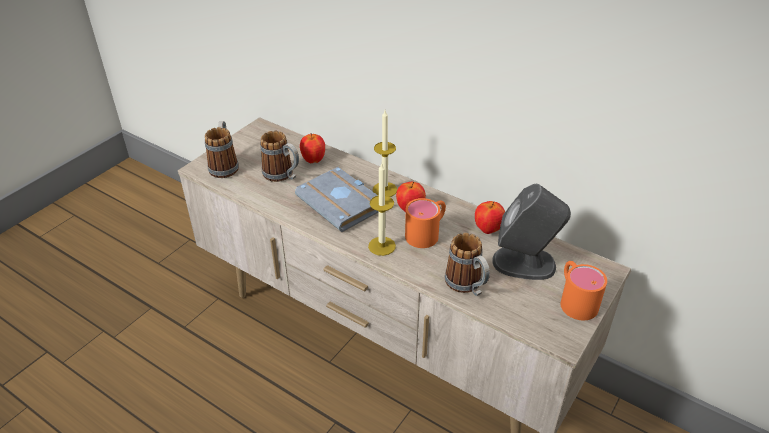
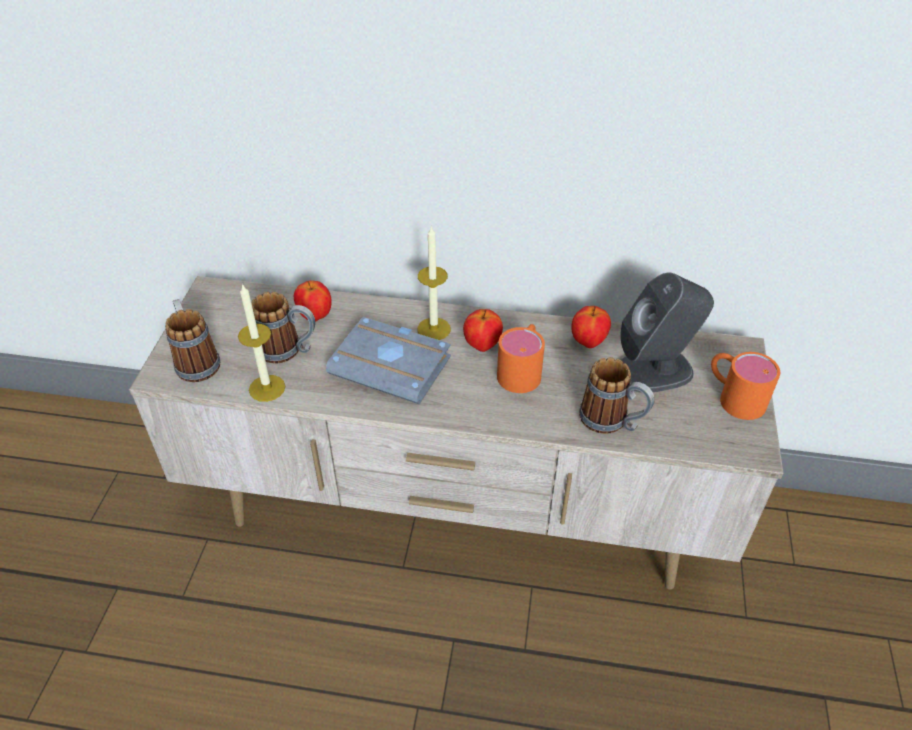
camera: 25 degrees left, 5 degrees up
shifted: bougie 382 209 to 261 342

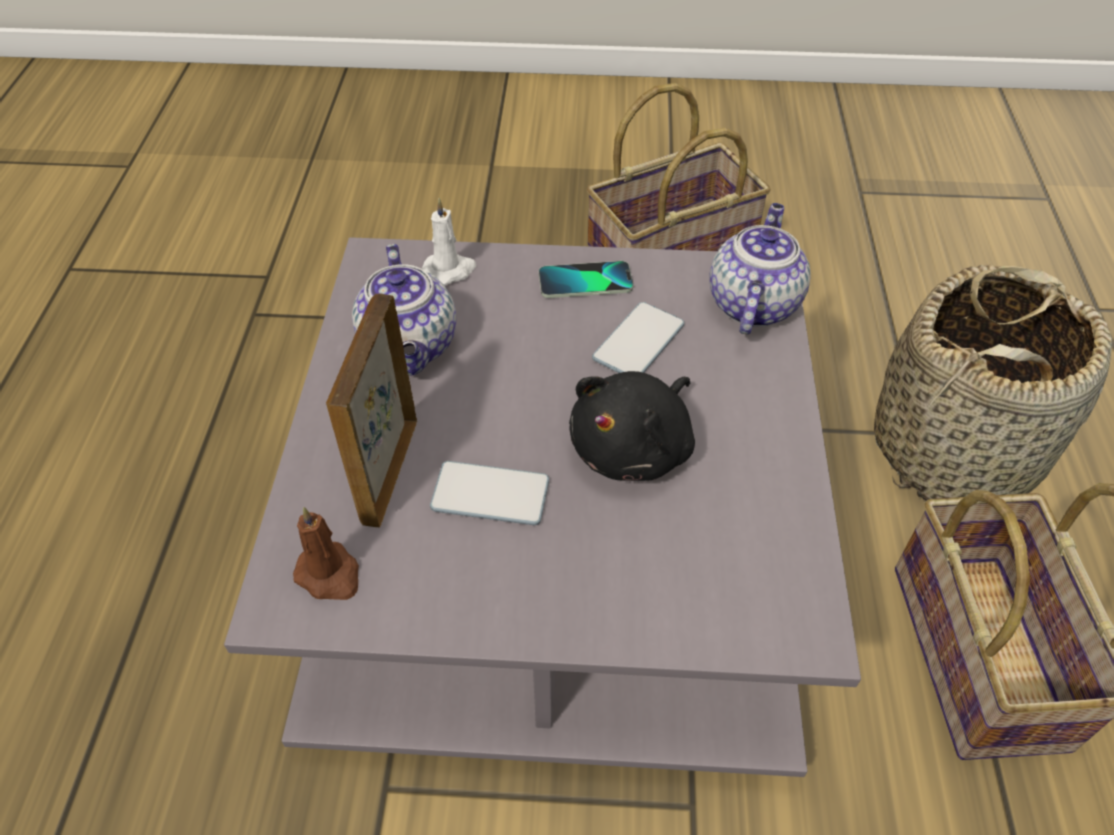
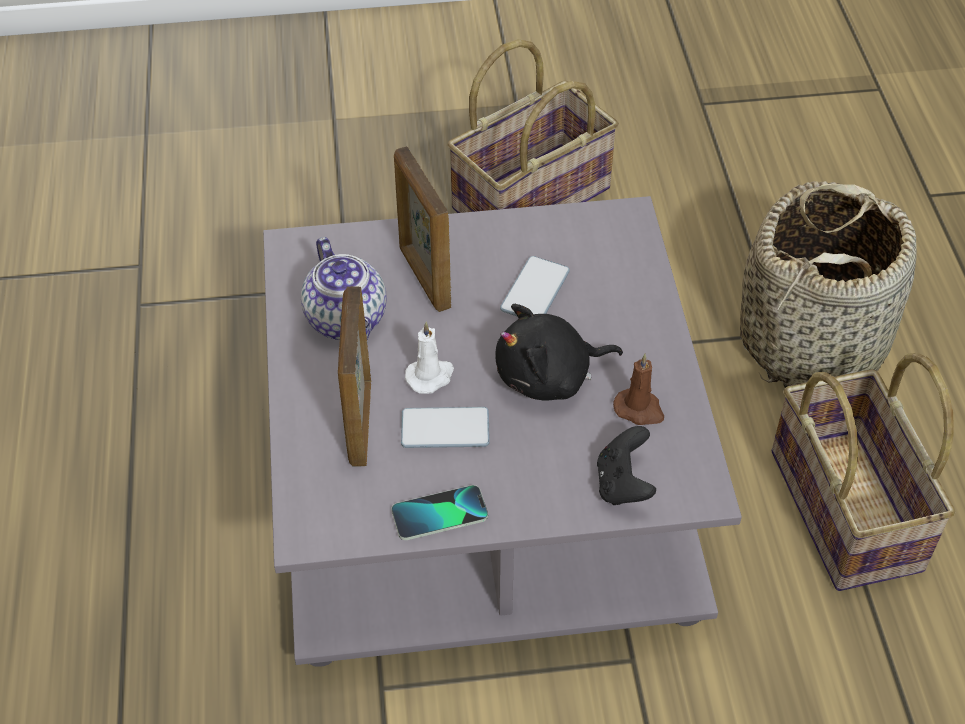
camera: 10 degrees left, 0 degrees up
gone: théière 760 268
new: cadre photo 422 229; manette (noir) 626 465
shifted: bougie (blanc) 449 242 to 429 357; téléphone 586 279 to 439 512; bougie (marron) 326 553 to 638 389
rotated: peluche (noir) 632 426 = 559 352 45 degrees clockwise

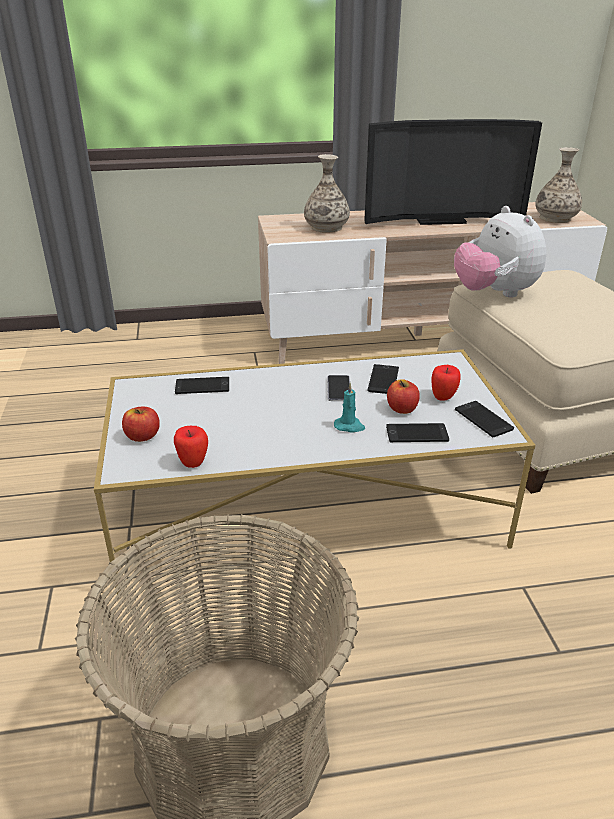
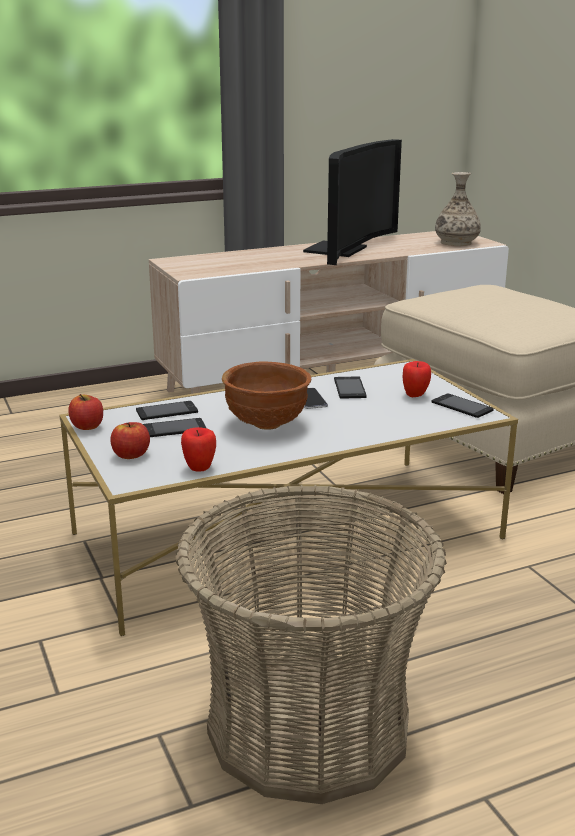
camera: 15 degrees left, 10 degrees down
gone: vase 327 193; peluche 500 252; bougie (turquoise) 349 407
new: bol (marron) 266 396
shifted: pomme 403 396 to 85 412; téléphone 417 432 to 174 427
rotated: téléviseur 453 172 = 352 202 45 degrees counterclockwise

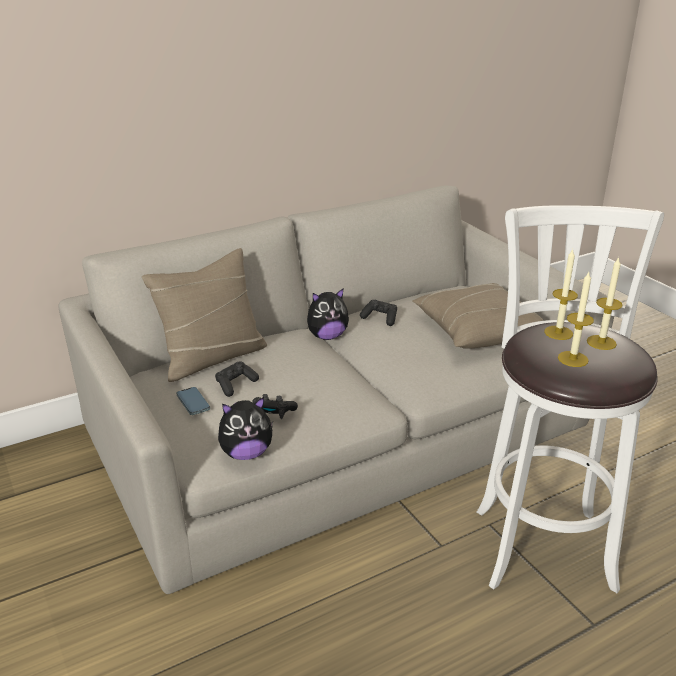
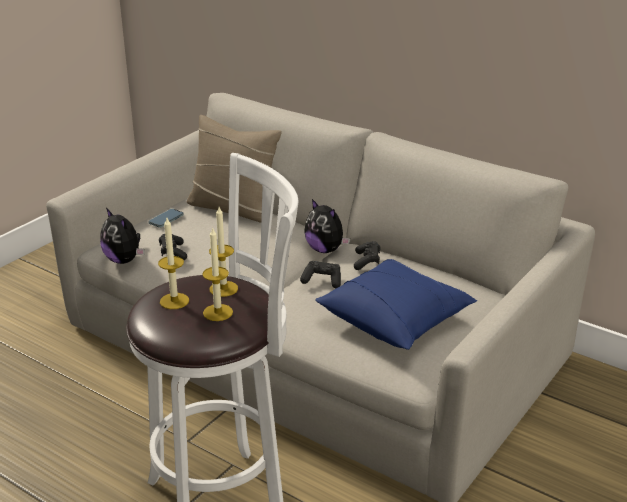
camera: 65 degrees right, 0 degrees up
shifted: manette (noir) 237 379 to 320 274
repainted: coussin (beige) 477 316 to coussin (bleu) 396 304

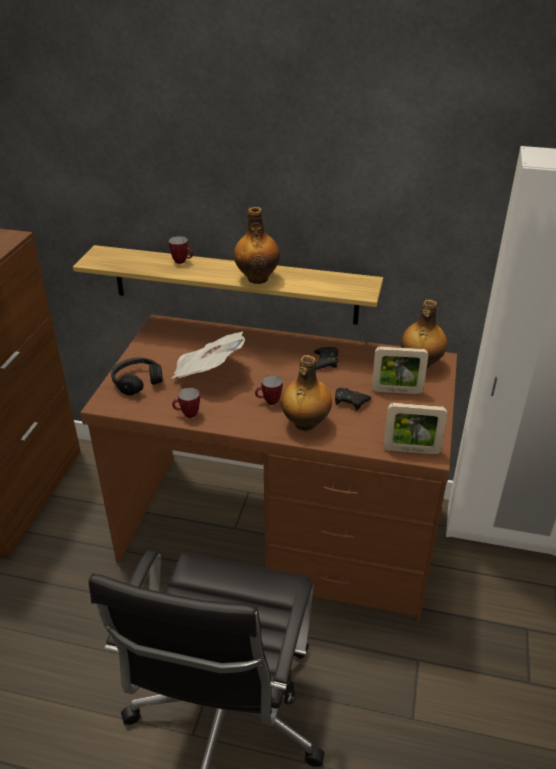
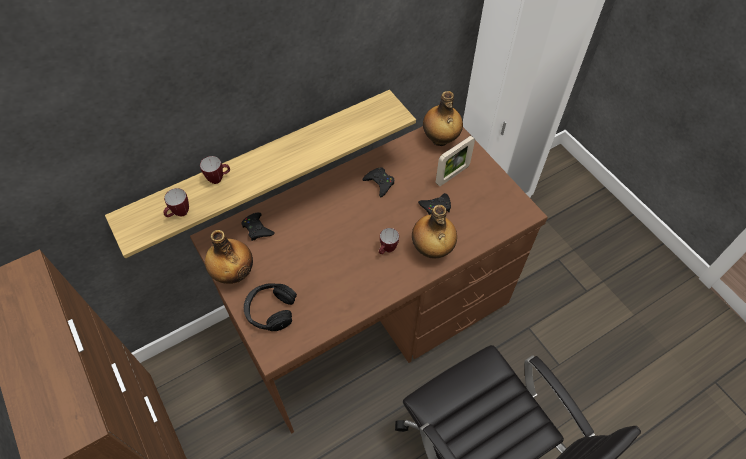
camera: 45 degrees left, 20 degrees up
gone: journal 208 355; cadre photo 415 428
new: manette (noir) 258 226
shifted: bouteille 257 245 to 229 257; mug 186 403 to 176 202

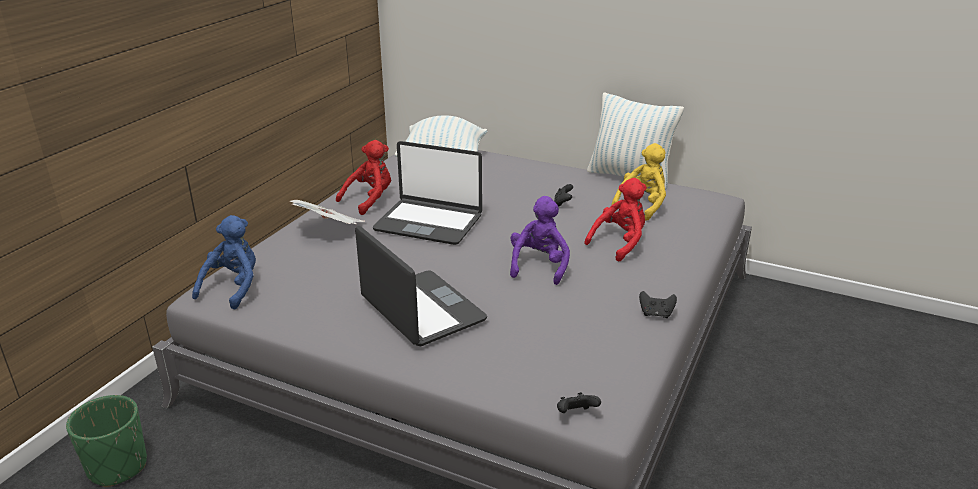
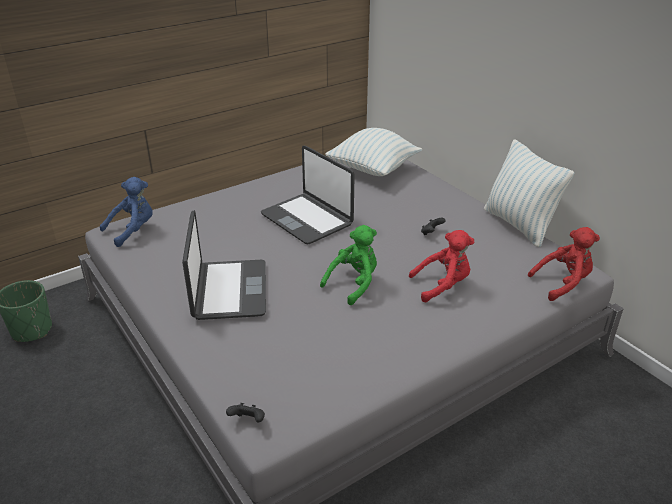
camera: 30 degrees right, 5 degrees up
gone: peluche (jaune) 639 182; journal 327 212; manette (noir) 658 304
shifted: peluche (rouge) 363 177 to 564 264
repainted: peluche (violet) 540 240 to peluche (vert) 348 265

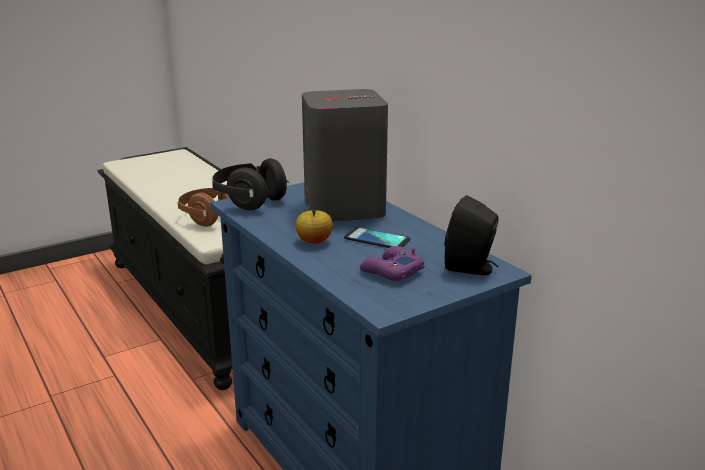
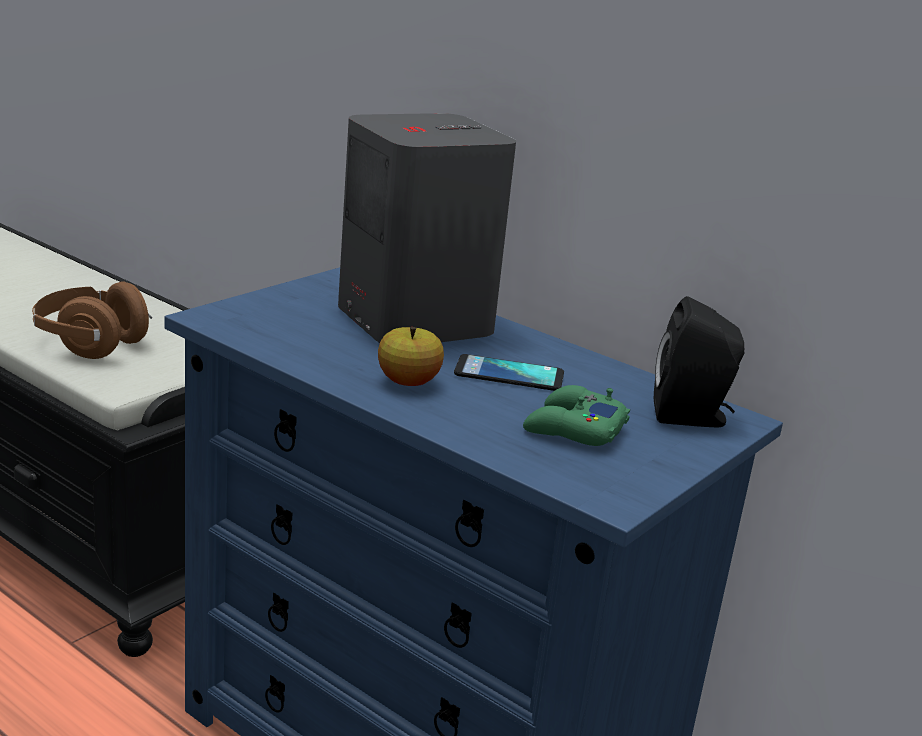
camera: 20 degrees left, 0 degrees up
gone: casque audio (noir) 250 184
repainted: manette (violet) 392 263 to manette (vert) 576 415

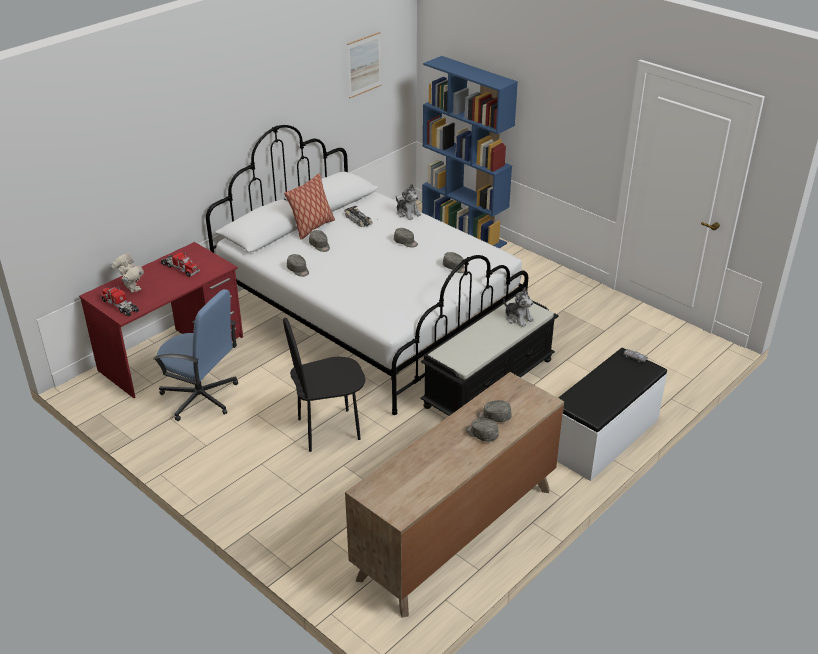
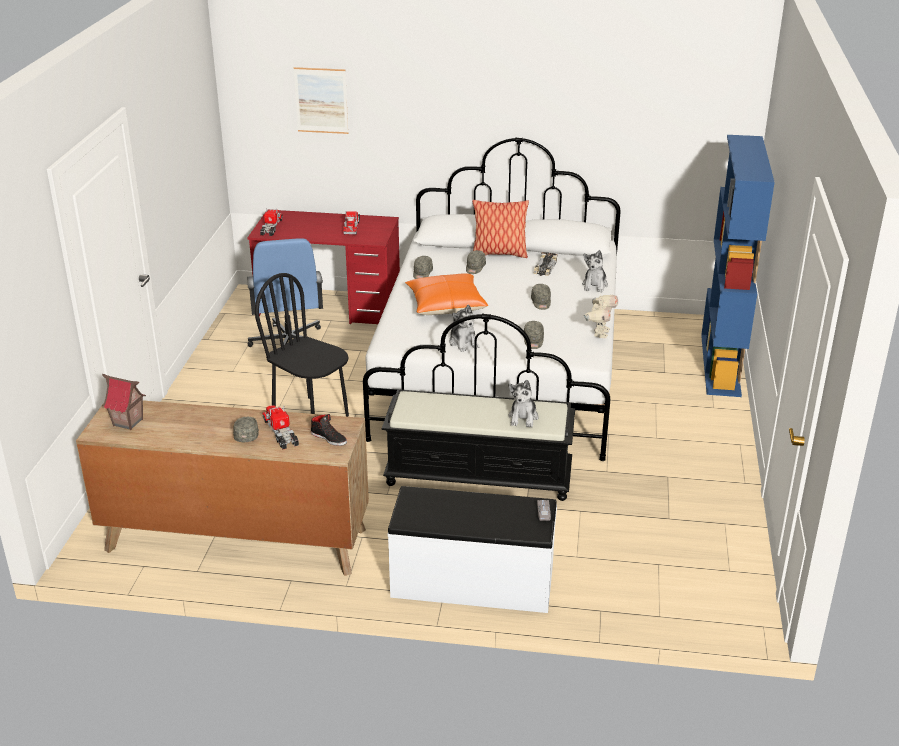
camera: 55 degrees right, 5 degrees down
new: coussin (orange) 446 294; peluche 464 328; maison miniature 124 402; chaussure (noir) 329 430
shifted: tableau 364 65 to 321 100; robot jouet 127 272 to 601 316
swapped: casquette (gris) 494 411 to camion jouet 280 427

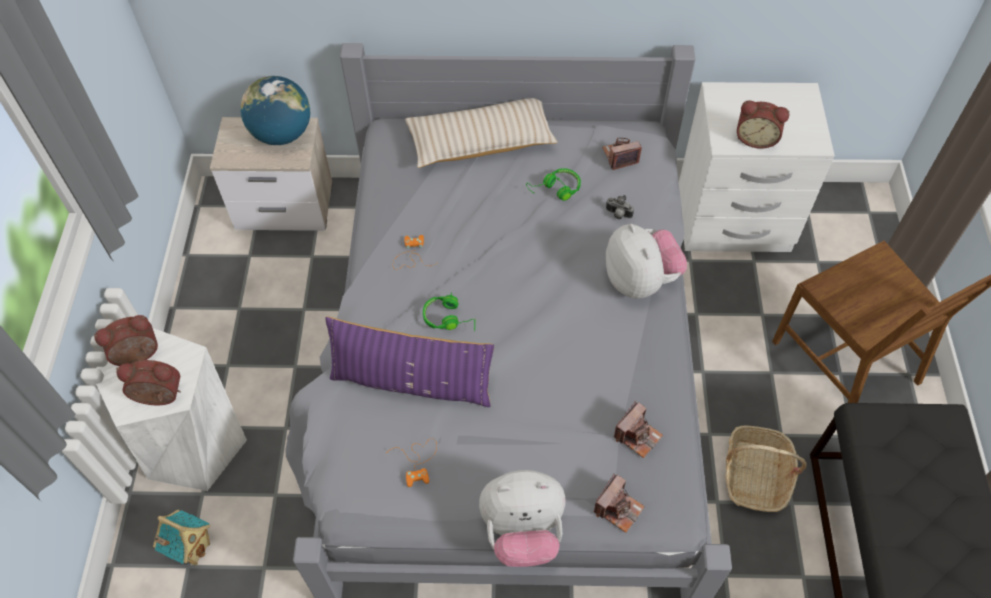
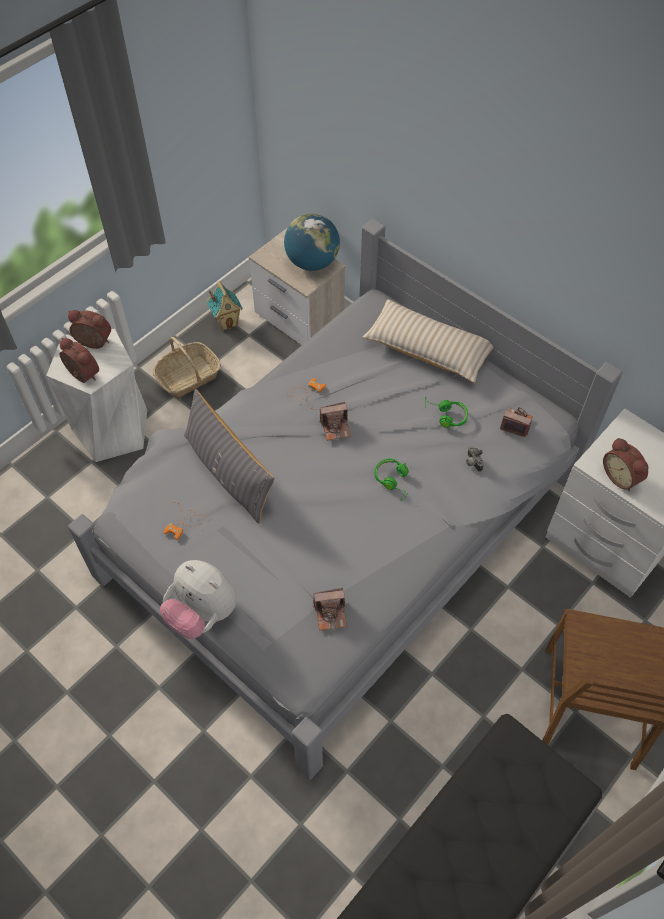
camera: 40 degrees right, 0 degrees up
gone: peluche 646 261
shifted: casque audio (vert) 449 312 to 391 480; panier 766 469 to 187 367; appareil photo 619 503 to 335 421; maison miniature 181 537 to 225 306
repainted: coussin (violet) 409 362 to coussin (gris) 229 456

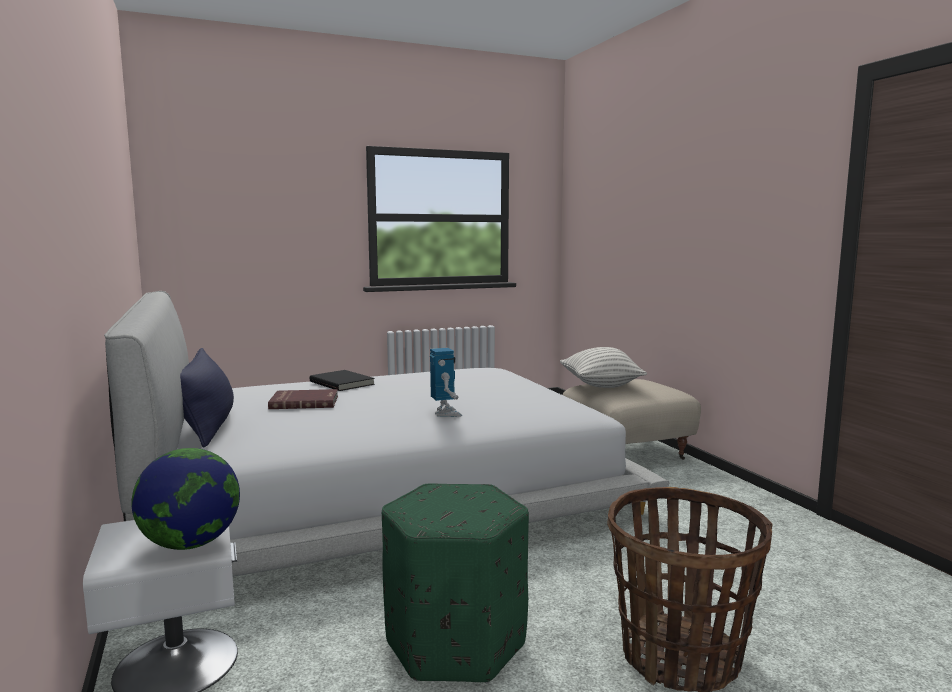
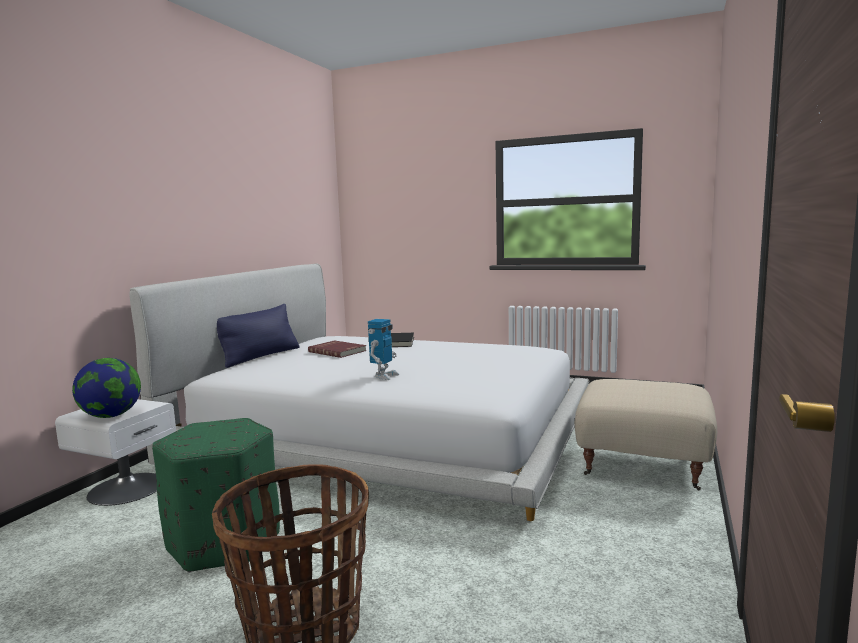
camera: 45 degrees right, 0 degrees up
gone: coussin 603 367

